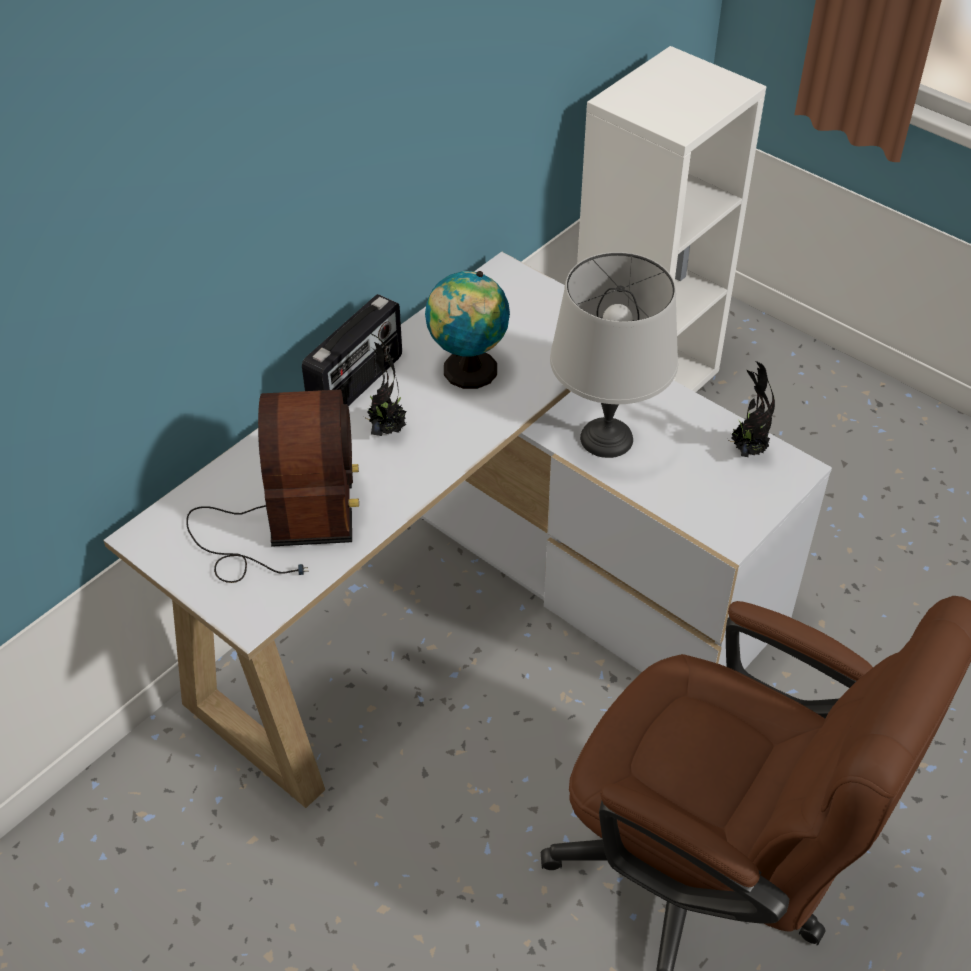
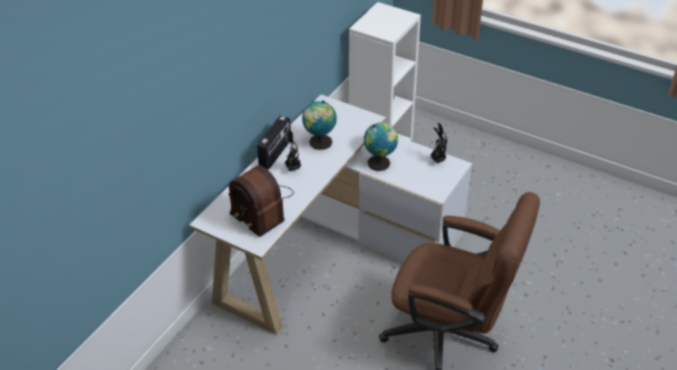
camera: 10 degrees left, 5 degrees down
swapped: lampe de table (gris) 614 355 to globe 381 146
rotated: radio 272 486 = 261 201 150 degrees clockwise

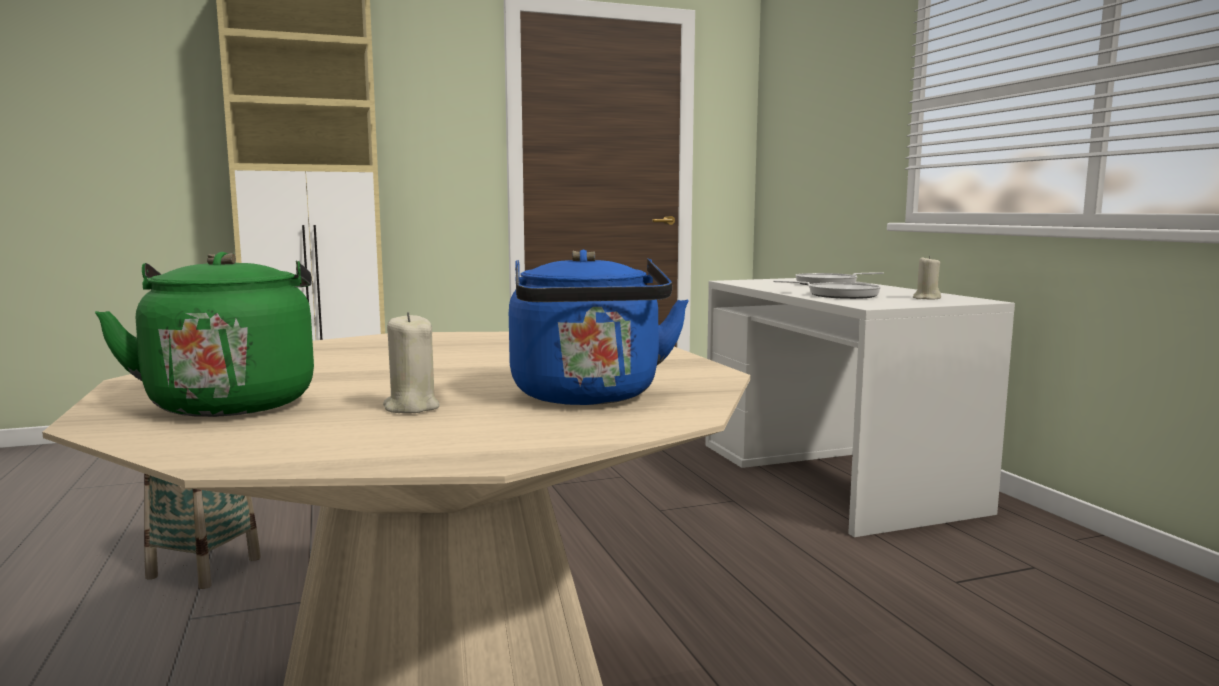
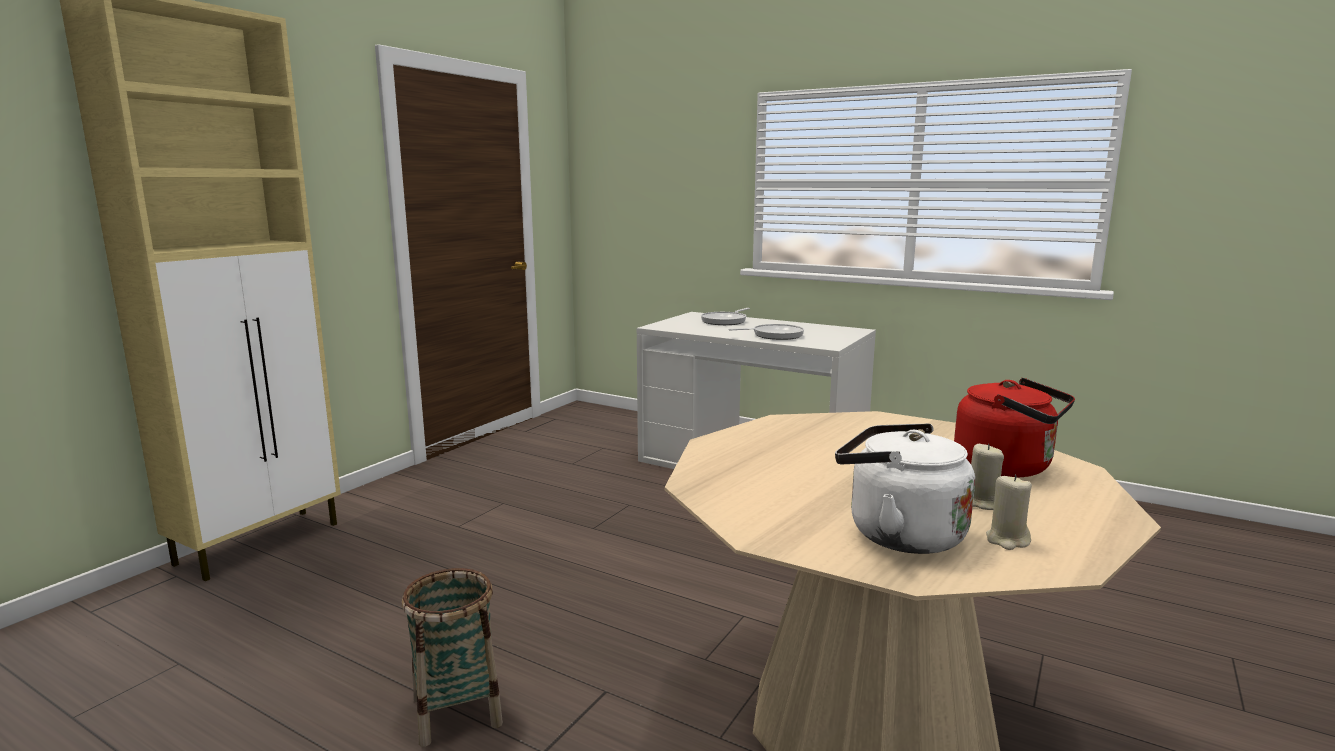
camera: 40 degrees left, 5 degrees up
shifted: bougie (beige) 927 277 to 1009 512
repainted: bouilloire (bleu) 599 327 to bouilloire (rouge) 1014 427; bouilloire (vert) 204 334 to bouilloire (blanc) 905 488

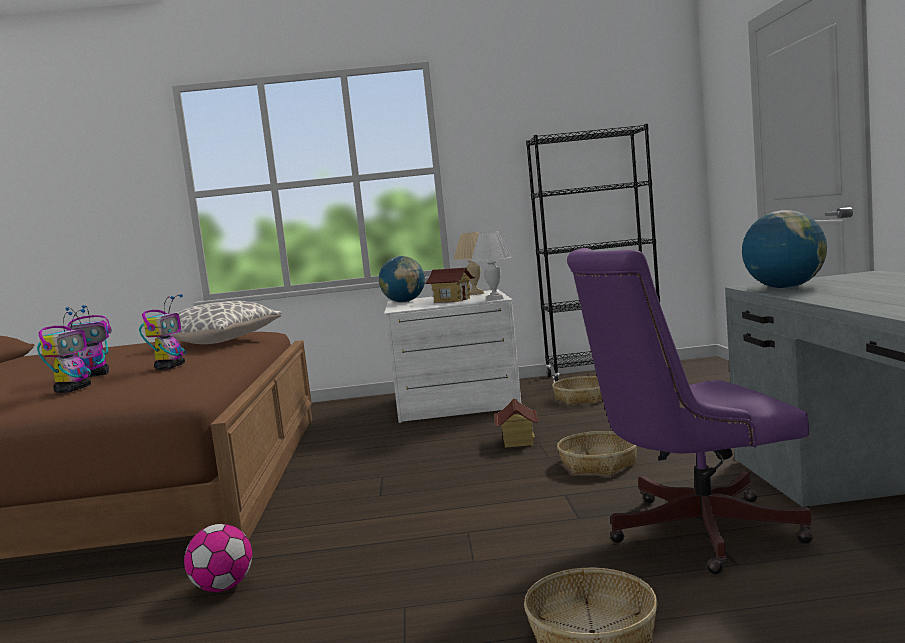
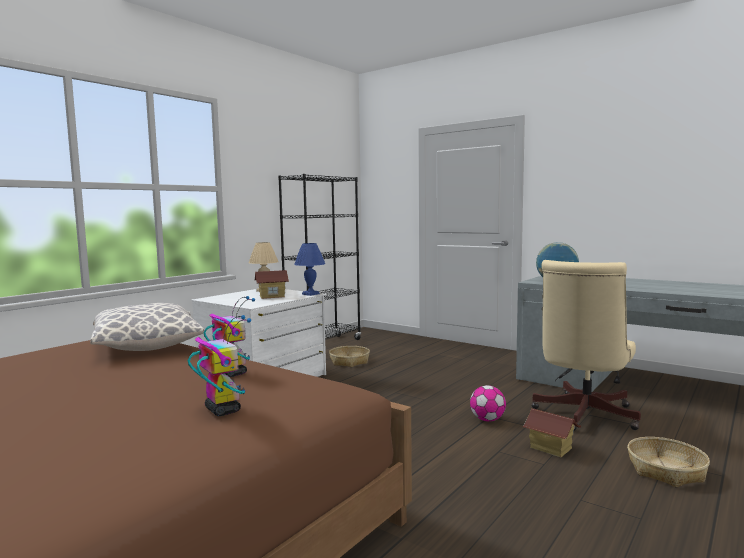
camera: 50 degrees left, 0 degrees up
gone: globe 402 279; robot jouet 88 341; panier 597 453
shifted: maison miniature 517 423 to 551 432; ballon de foot 218 558 to 488 403
repainted: lampe de table (blanc) 491 266 to lampe de table (bleu) 309 269; chaise de bureau (violet) 690 411 to chaise de bureau (beige) 586 345

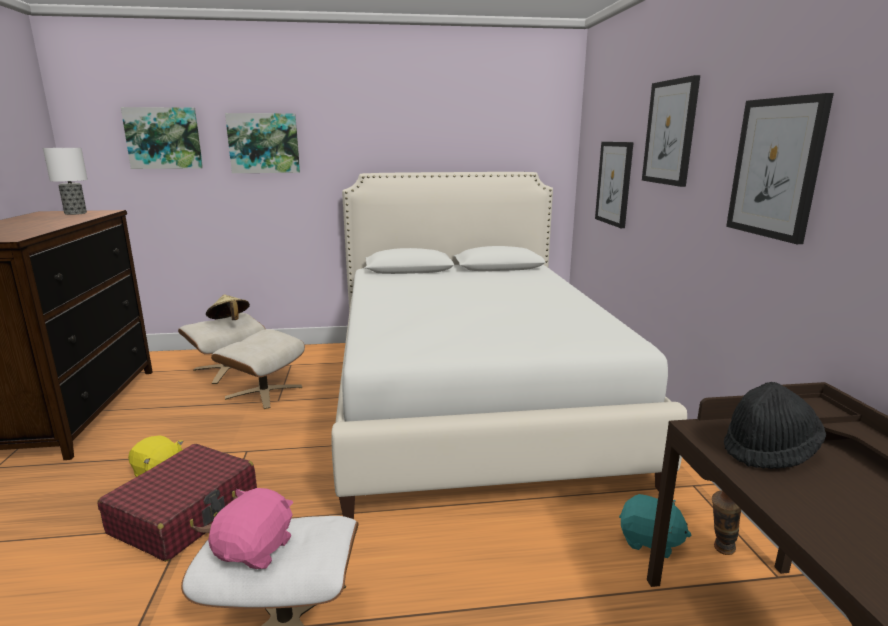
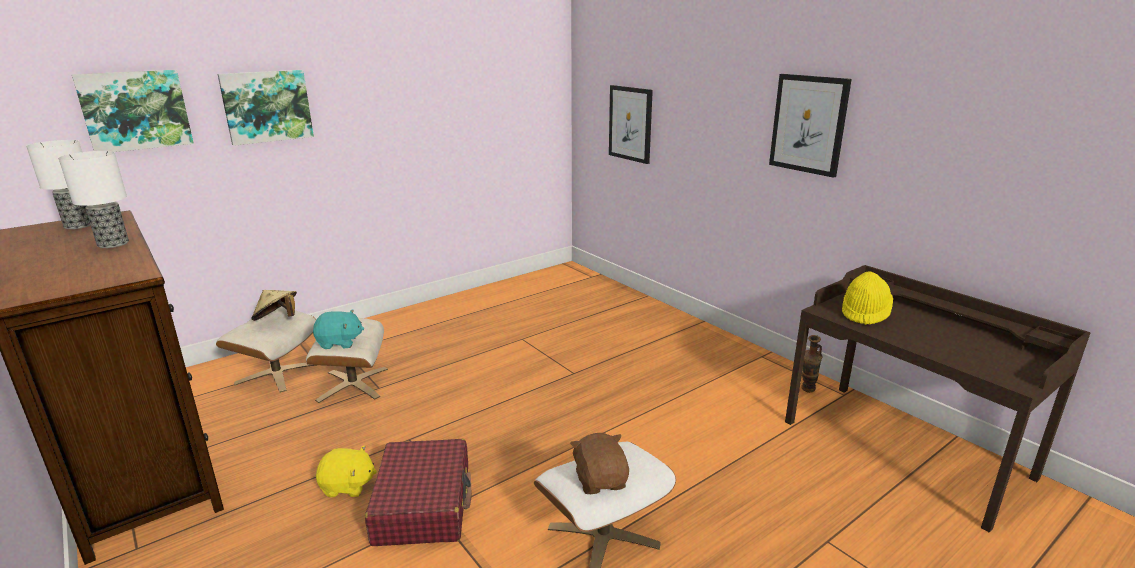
camera: 30 degrees left, 5 degrees up
gone: tableau 671 131; lit (blanc) 509 345
new: lampe de table 93 199
shifted: peluche (turquoise) 655 526 to 338 329
repainted: chapeau (noir) 775 425 to chapeau (jaune) 867 298; peluche (rose) 250 528 to peluche (marron) 599 463

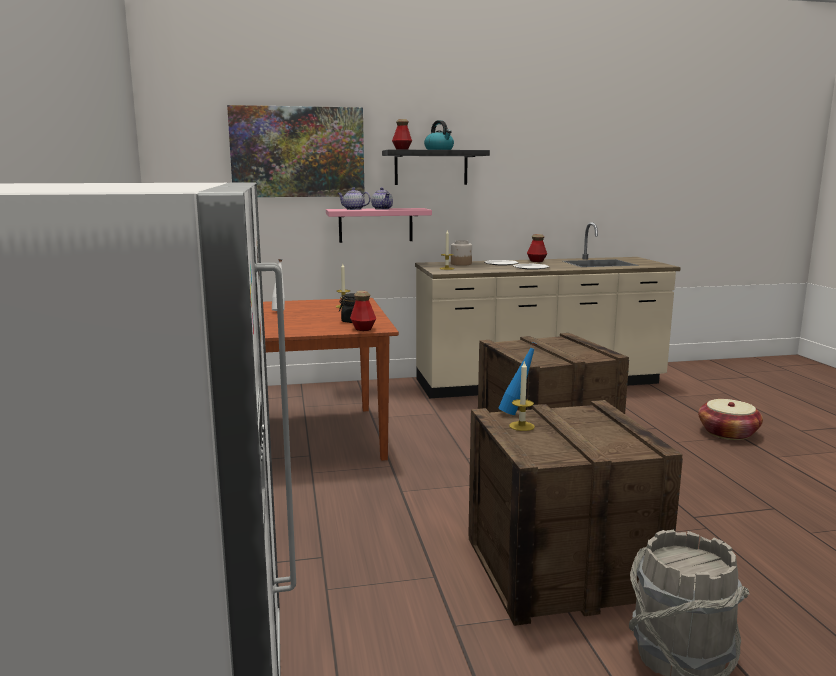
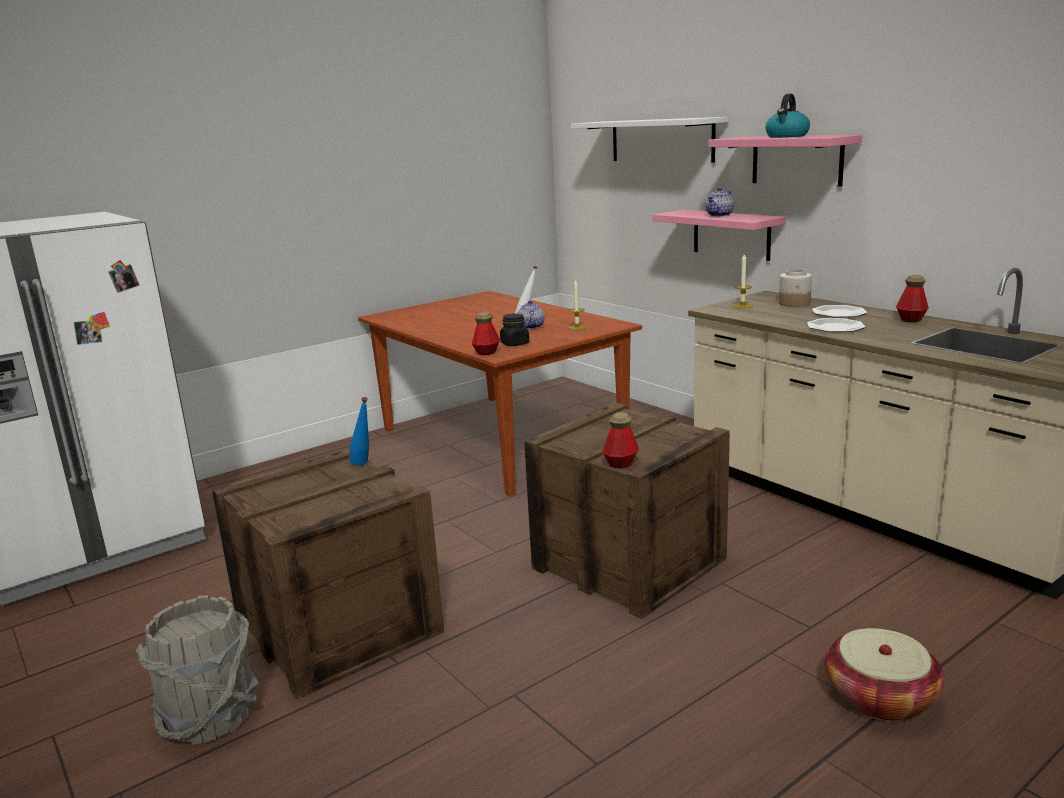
camera: 65 degrees right, 5 degrees up
gone: bougie 522 395
shifted: bouteille 402 134 to 620 440; théière 354 199 to 531 315
swapped: tableau 296 151 to étagère (blanc) 649 140
repainted: étagère (noir) 436 167 to étagère (rose) 785 161

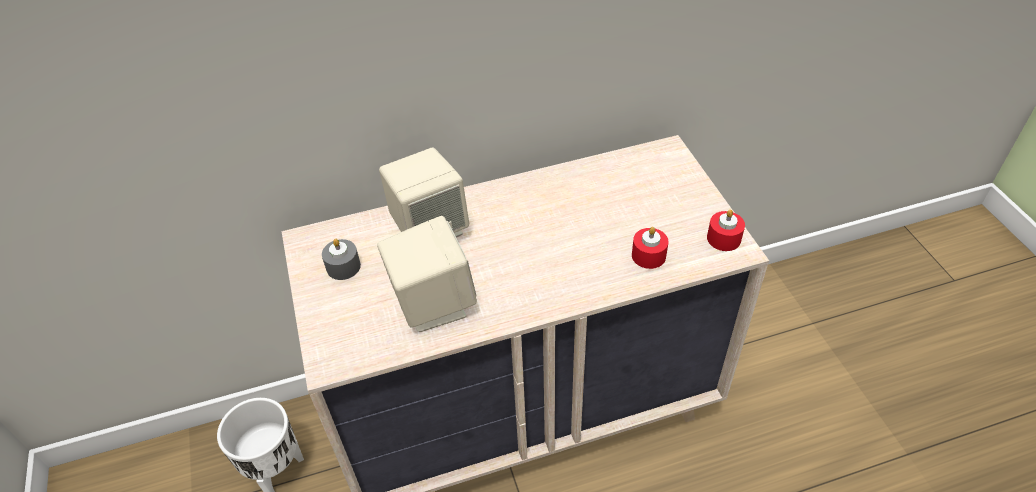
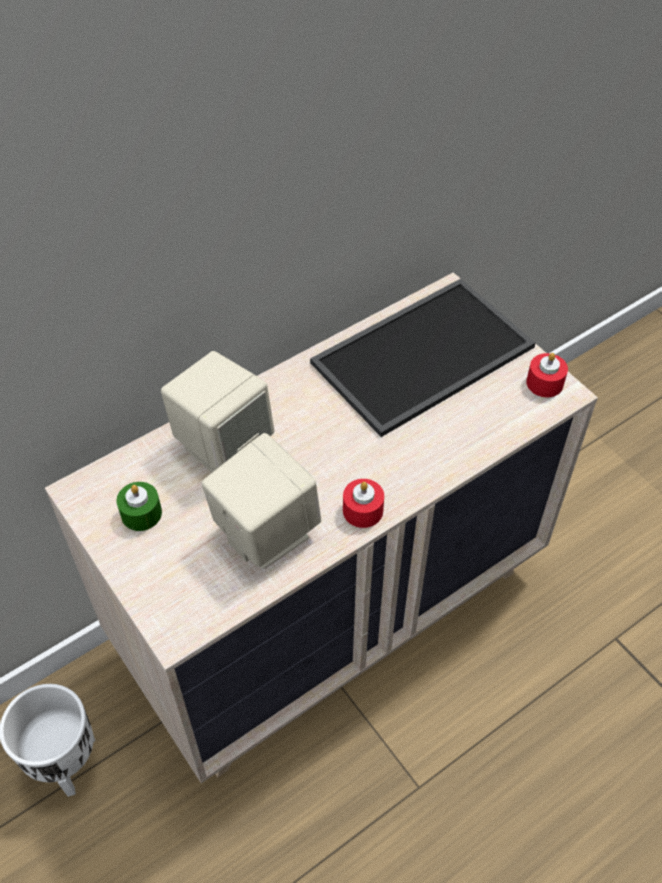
camera: 20 degrees left, 5 degrees up
new: plateau 422 358
shifted: bougie (rouge) 650 248 to 363 503
repainted: bougie (gris) 341 259 to bougie (vert) 139 506

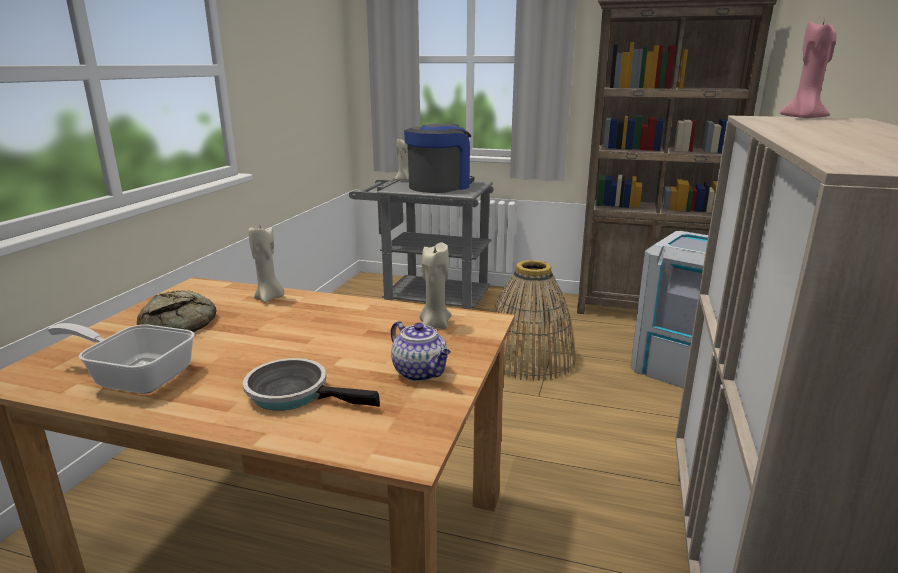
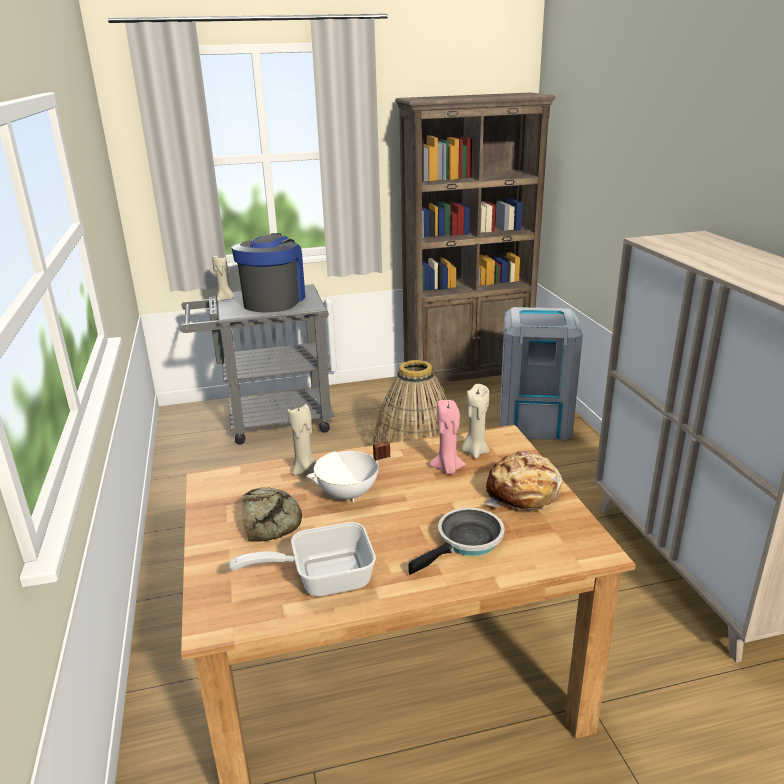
camera: 30 degrees left, 5 degrees up
new: marmite (blanc) 348 471
shifted: bougie (rose) 808 68 to 447 437
swapped: théière 421 351 to pain 523 481
rotated: poêle 311 384 = 456 541 150 degrees clockwise

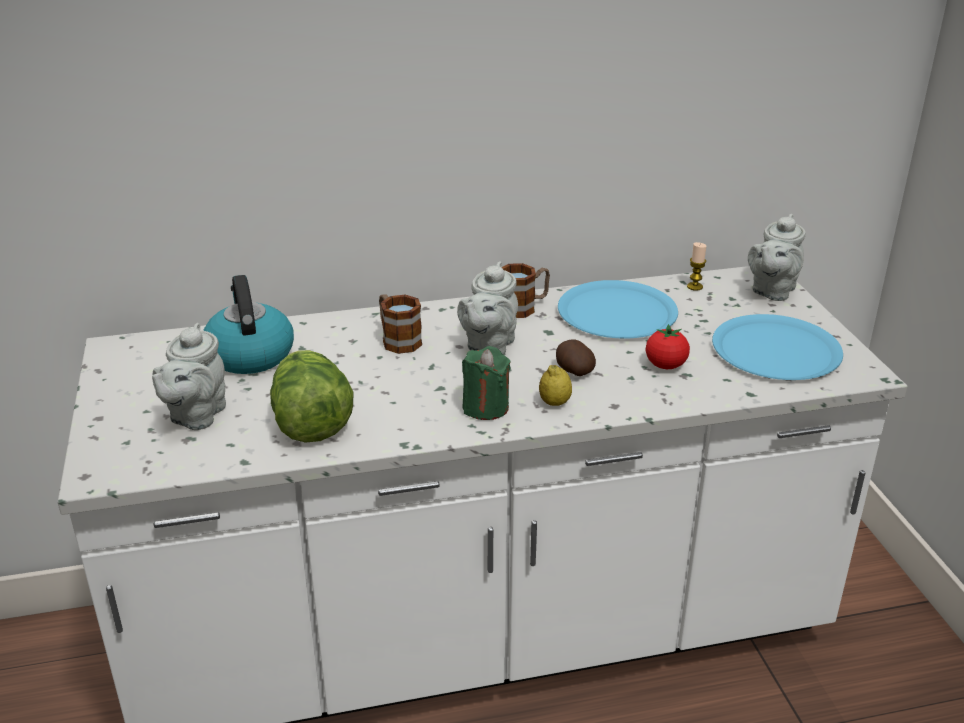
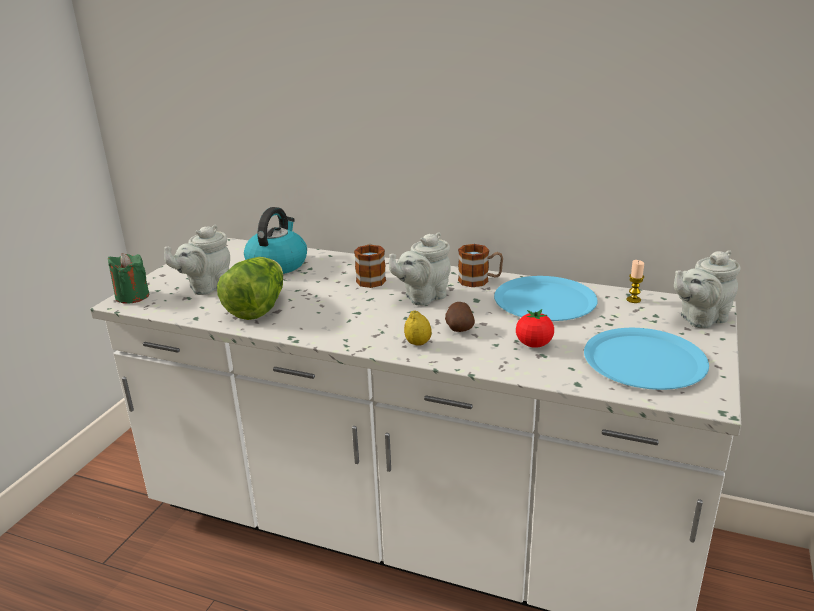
camera: 35 degrees right, 5 degrees down
shifted: bougie (vert) 486 383 to 128 278

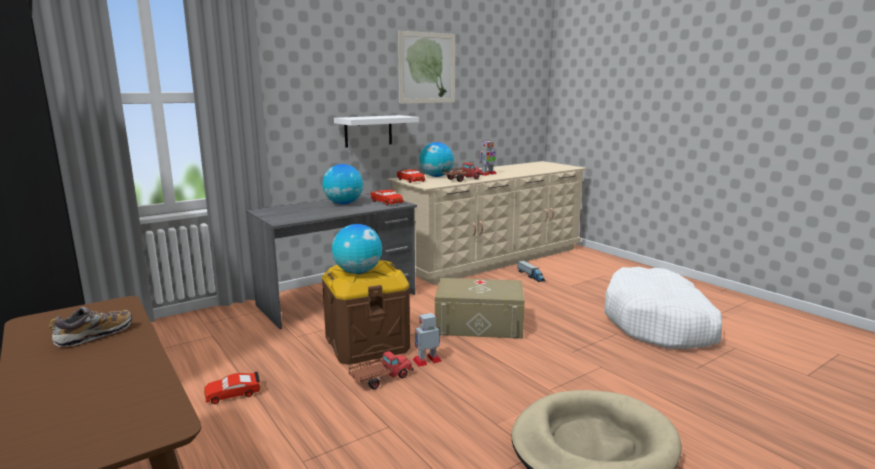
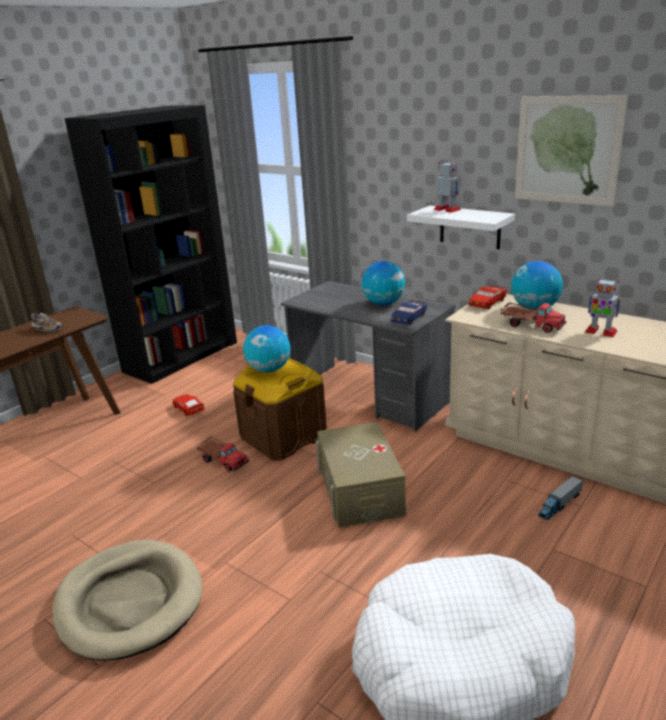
camera: 75 degrees right, 10 degrees up
shifted: robot jouet 427 340 to 447 188
repainted: petite voiture (rouge) 387 198 to petite voiture (bleu) 409 312

